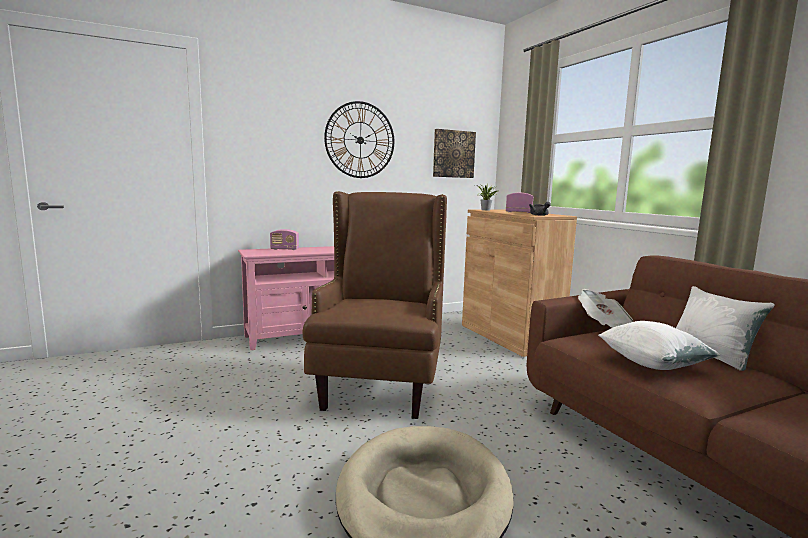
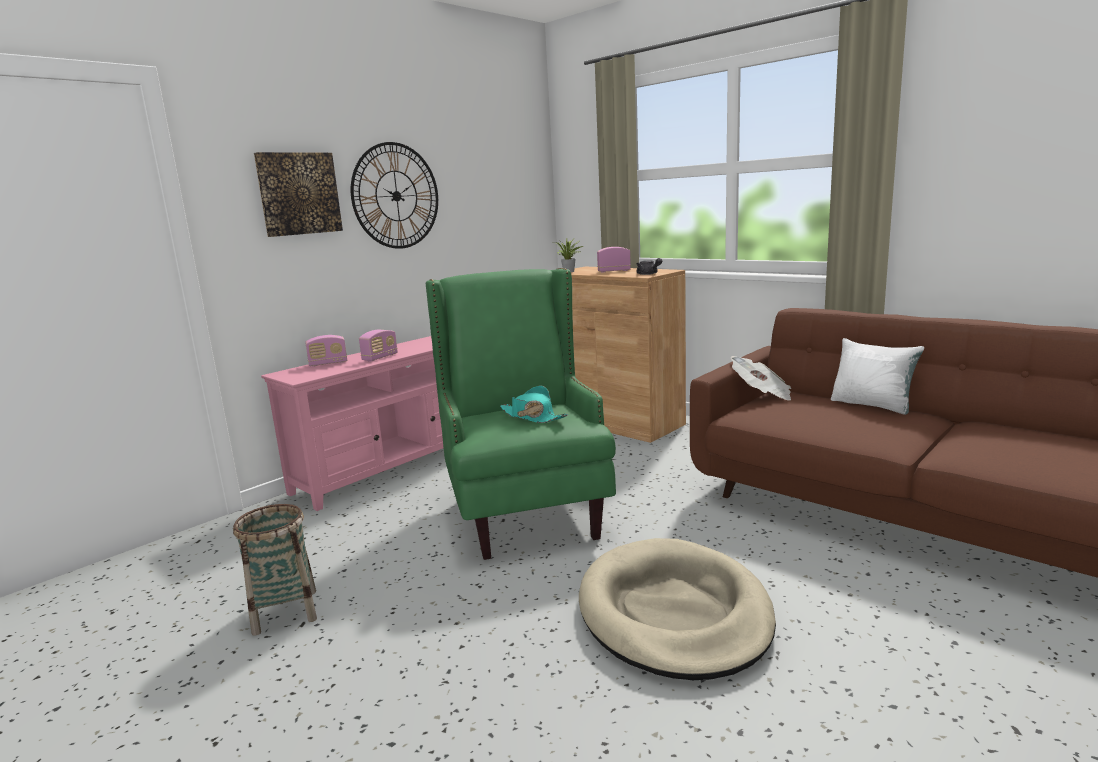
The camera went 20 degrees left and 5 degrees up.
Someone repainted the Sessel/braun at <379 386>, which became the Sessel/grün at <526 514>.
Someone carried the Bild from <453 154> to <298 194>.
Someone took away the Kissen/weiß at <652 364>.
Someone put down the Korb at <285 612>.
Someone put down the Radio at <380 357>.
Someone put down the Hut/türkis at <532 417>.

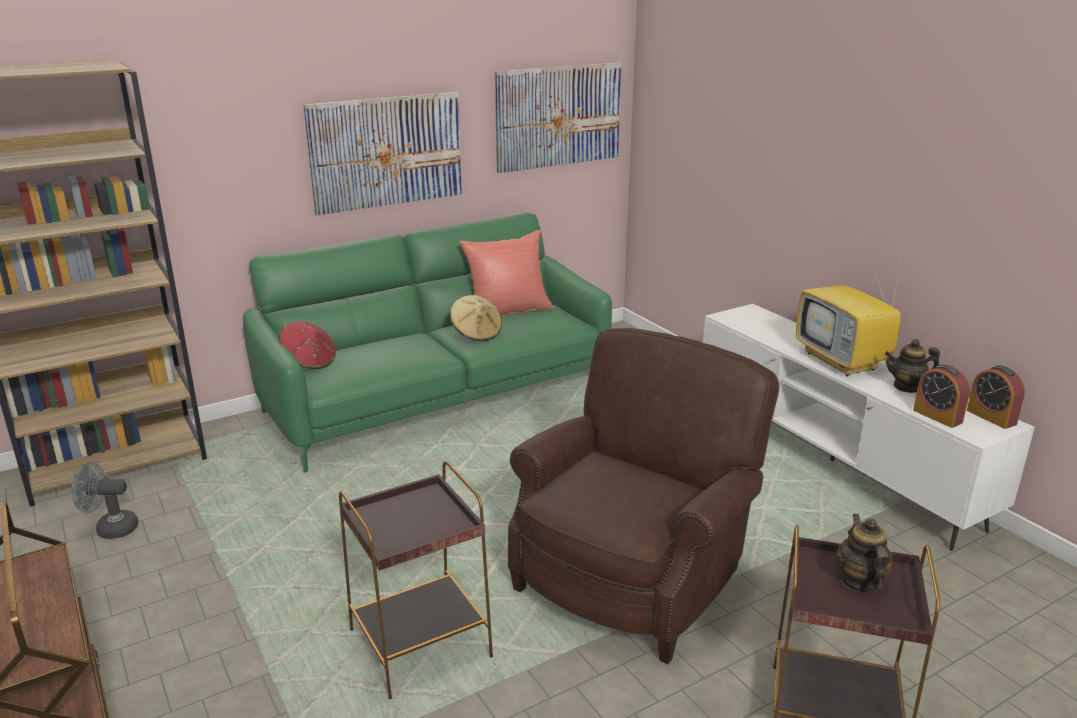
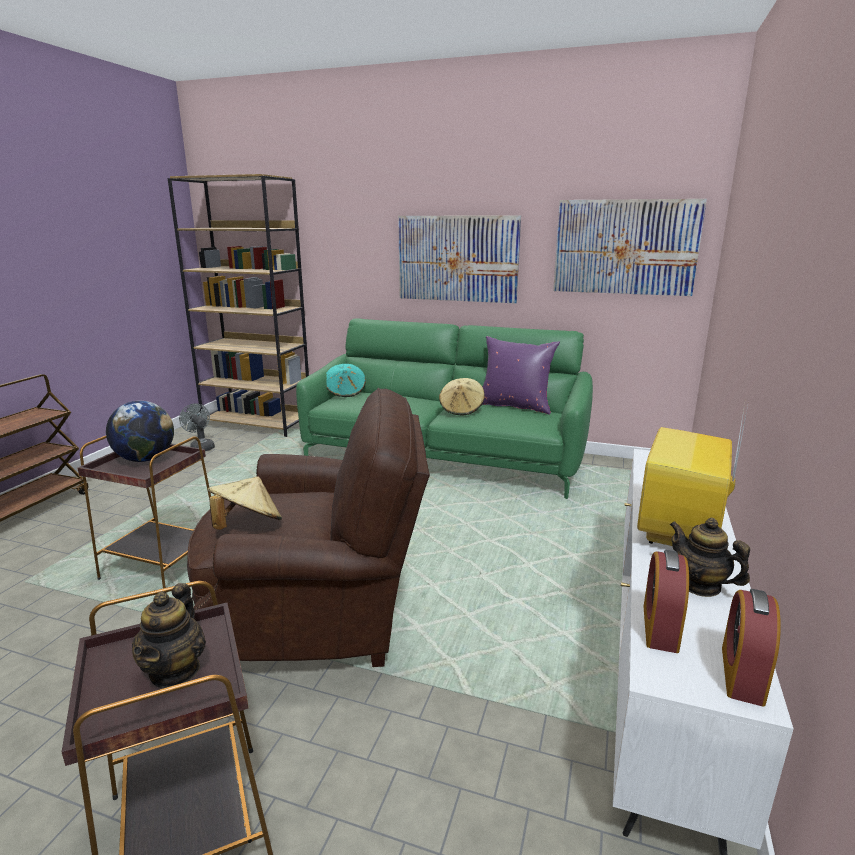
The camera went 50 degrees right and 5 degrees down.
Someone repainted the Hut/rot at <309 362>, which became the Hut/türkis at <345 392>.
Someone repainted the Kissen/rot at <507 312>, which became the Kissen/lila at <514 406>.
Someone rotated the Teekanne at <859 581> by 135 degrees clockwise.
Someone put down the Globus at <145 459>.
Someone put down the Hut/beige at <247 525>.

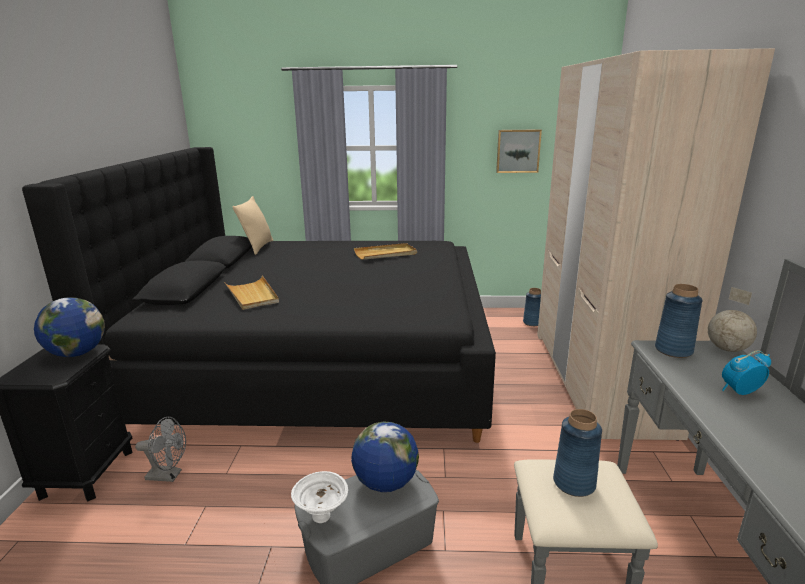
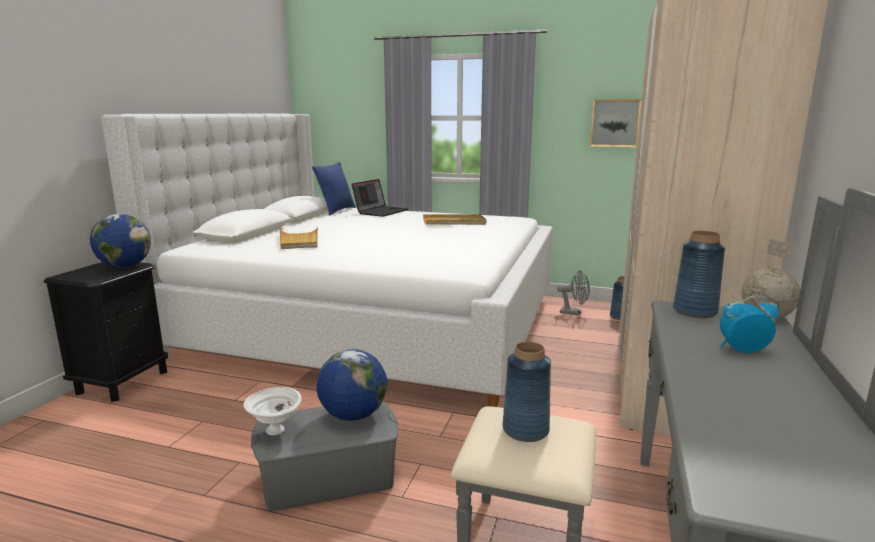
The camera went 15 degrees right and 5 degrees down.
Someone repainted the Bett/schwarz at <318 361>, which became the Bett/weiß at <371 324>.
Someone carried the Ventilator/grau from <169 475> to <574 313>.
Someone repainted the Kissen/beige at <257 247>, which became the Kissen/blau at <337 211>.
Someone put down the Laptop at <381 211>.

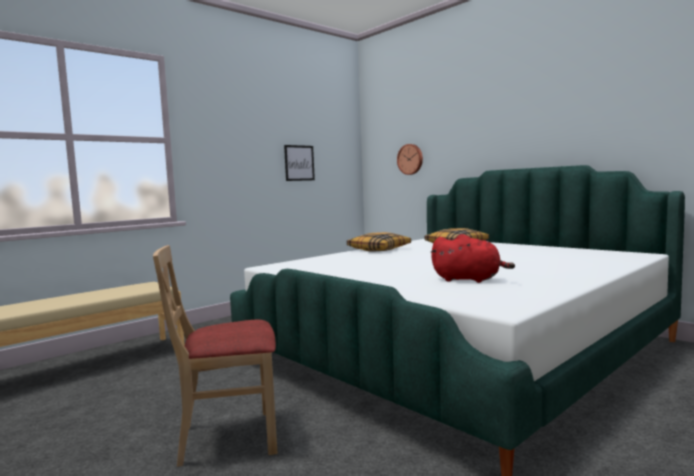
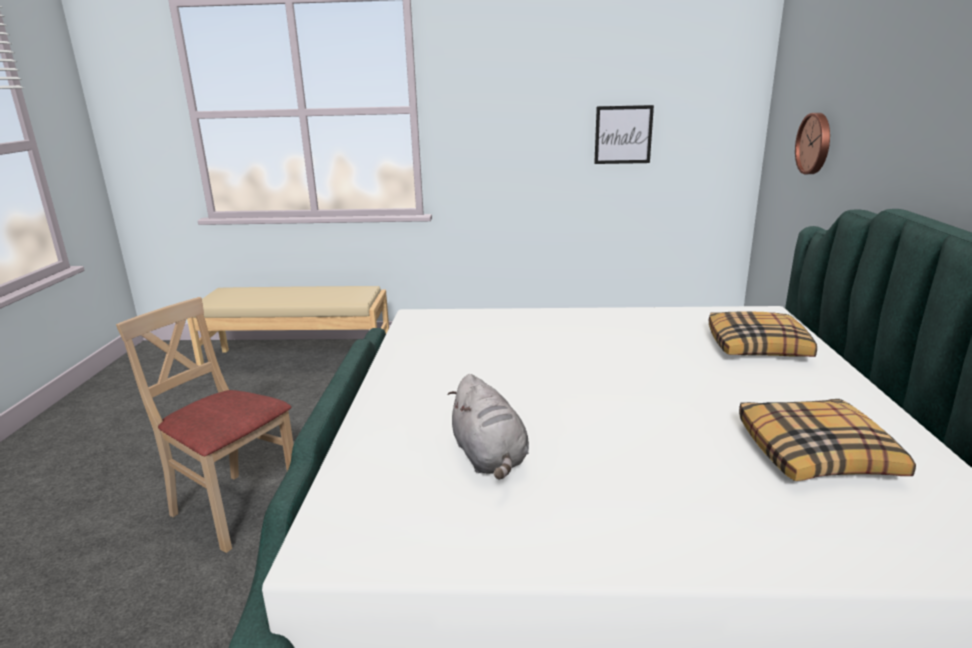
The camera went 45 degrees right and 15 degrees up.
Someone carried the Kissen from <379 249> to <817 454>.
Someone repainted the Plüschtier/rot at <469 280>, which became the Plüschtier/grau at <490 458>.

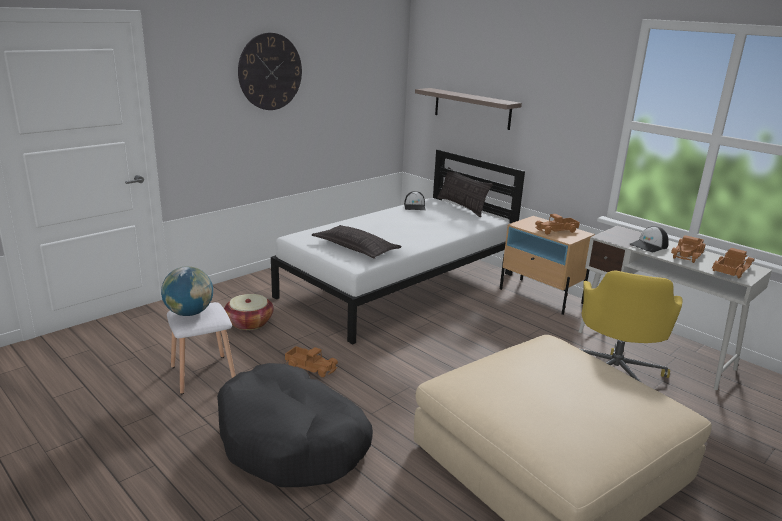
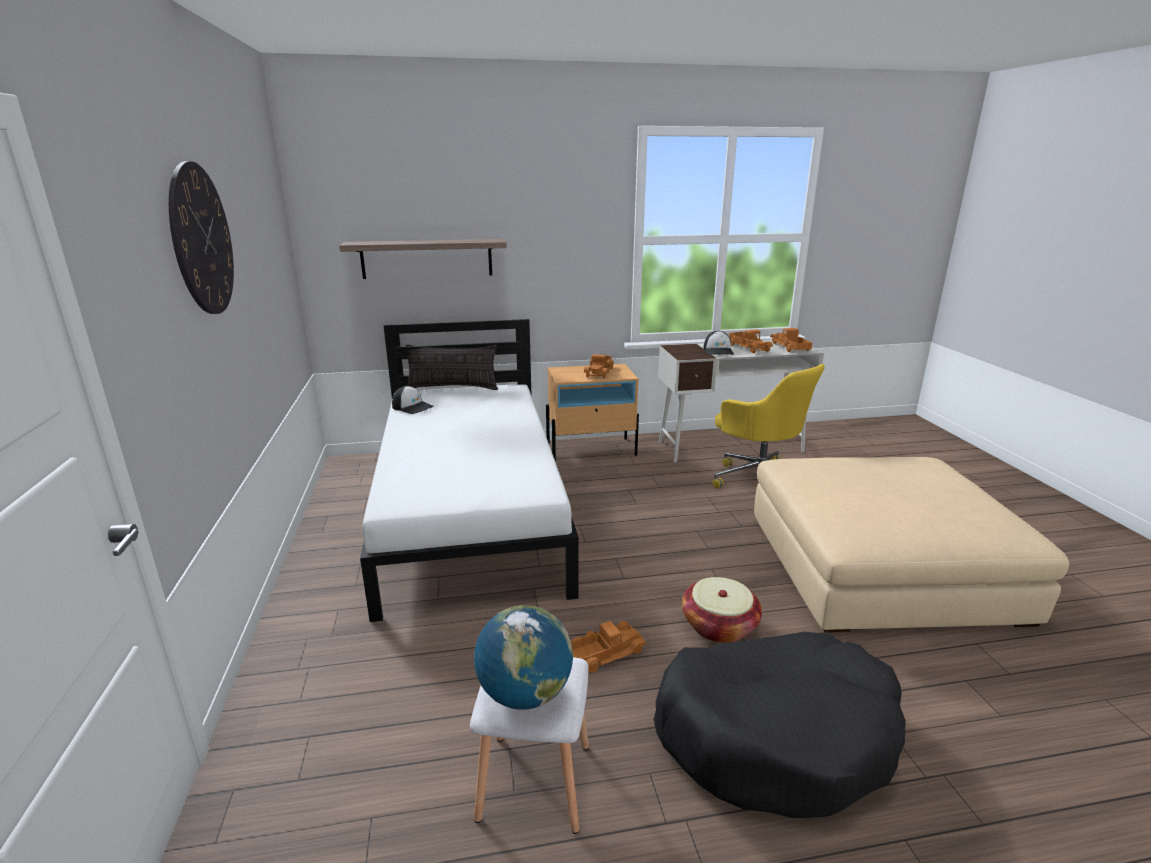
The camera went 55 degrees left and 0 degrees up.
Someone carried the Korb from <249 323> to <719 626>.
Someone took away the Kissen at <356 248>.

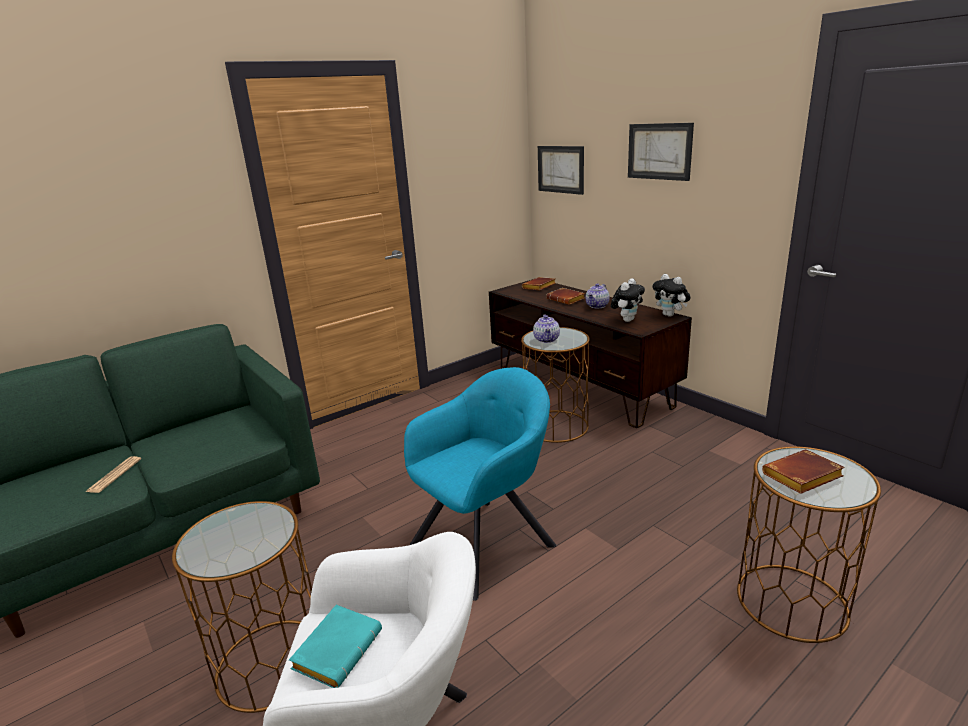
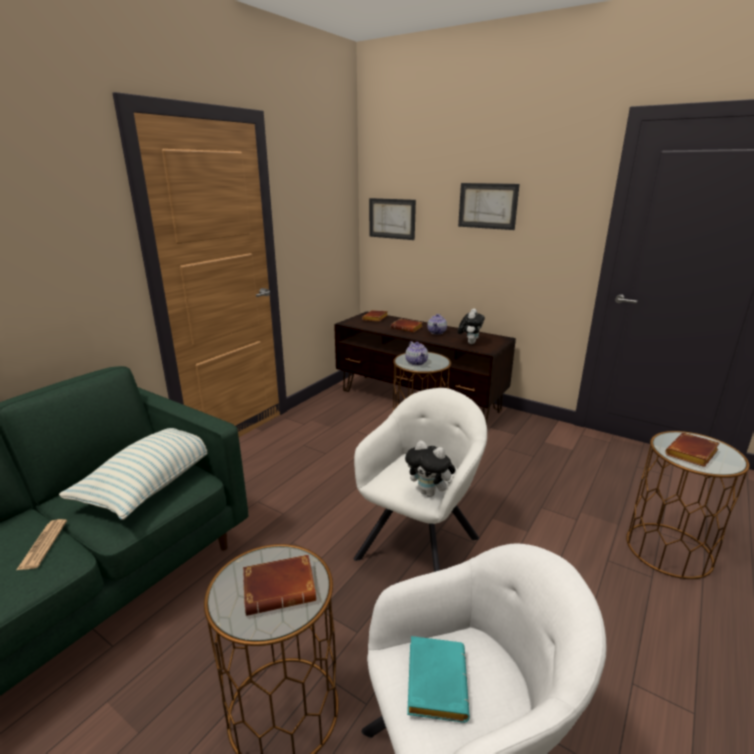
The camera went 20 degrees left and 0 degrees up.
Someone repainted the Sessel/türkis at <487 541>, which became the Sessel/weiß at <420 544>.
Someone carried the Plüschtier from <670 315> to <430 493>.
Someone put down the Kissen at <155 483>.
Someone put down the Buch/braun at <281 588>.

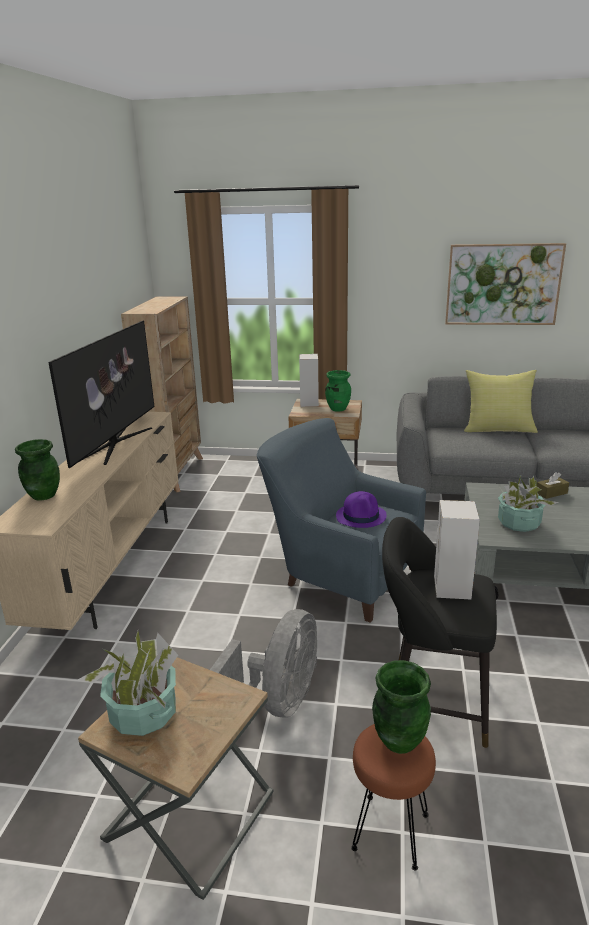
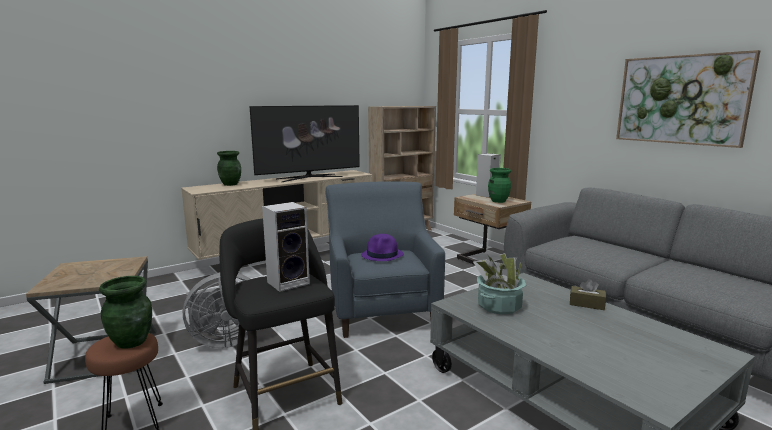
The camera went 45 degrees right and 10 degrees down.
Someone took away the Topfpflanze at <144 713>.
Someone took away the Kissen/gelb at <498 429>.

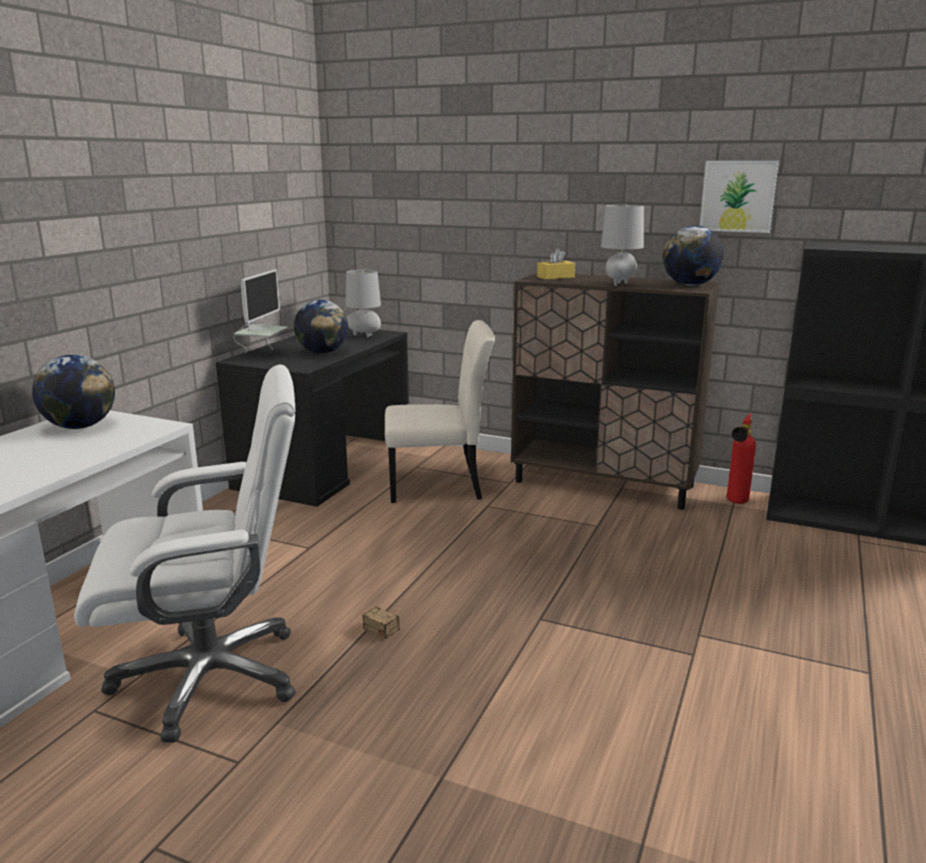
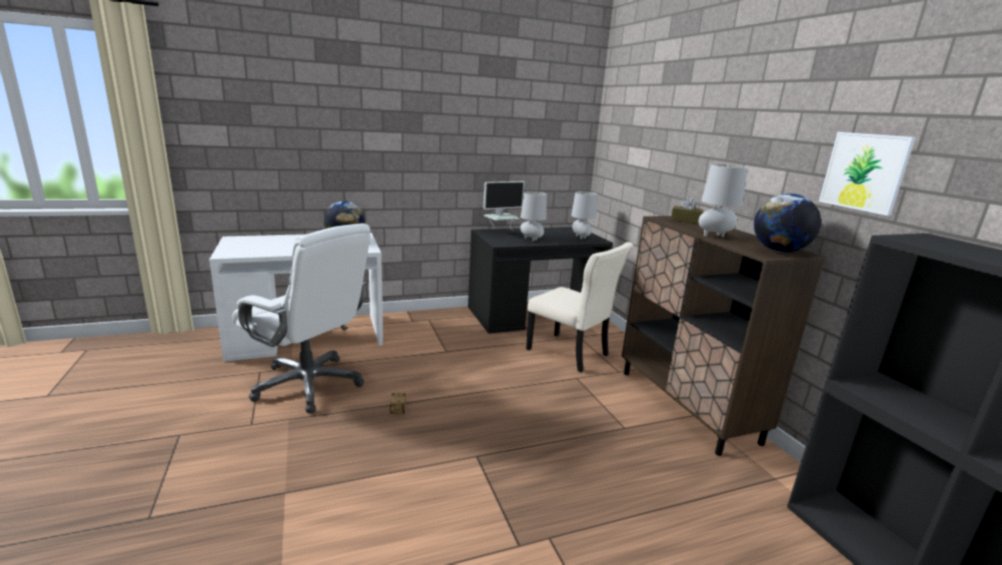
The camera went 45 degrees right and 0 degrees up.
Someone swapped the Globus at <322 352> for the Tischlampe/grau at <531 239>.
Someone repainted the Taschentuchbox/gelb at <555 277>, which became the Taschentuchbox/braun at <685 220>.
Someone took away the Feuerlöscher at <735 503>.

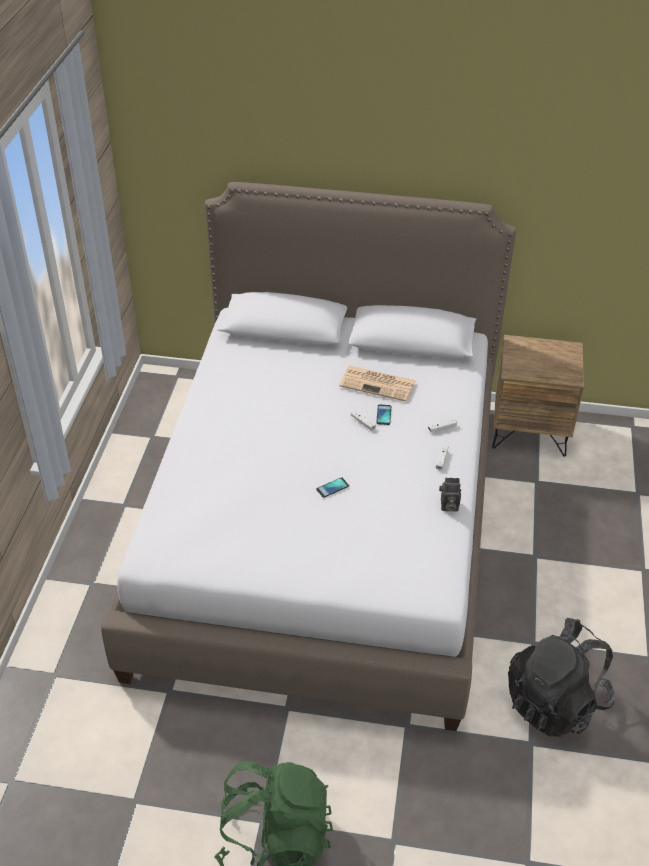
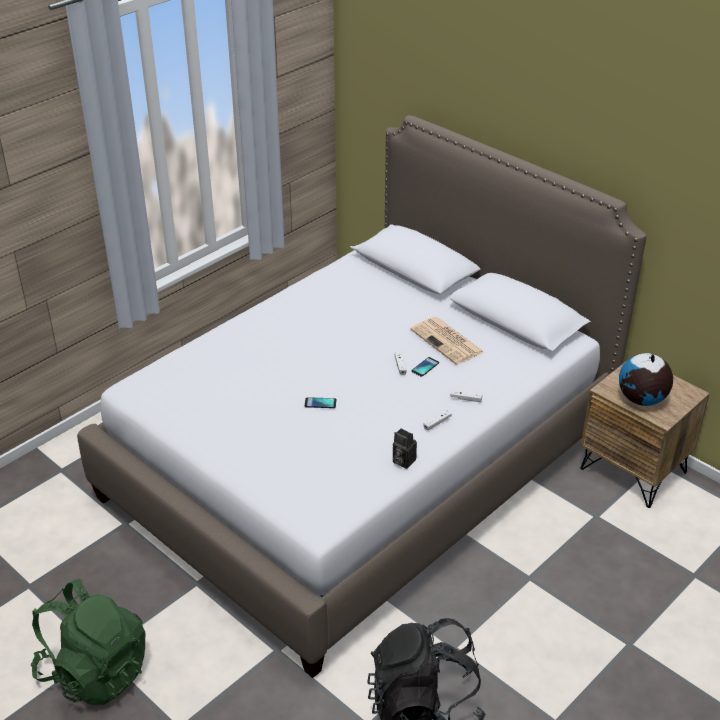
The camera went 35 degrees right and 5 degrees down.
Someone put down the Globus at <641 399>.

